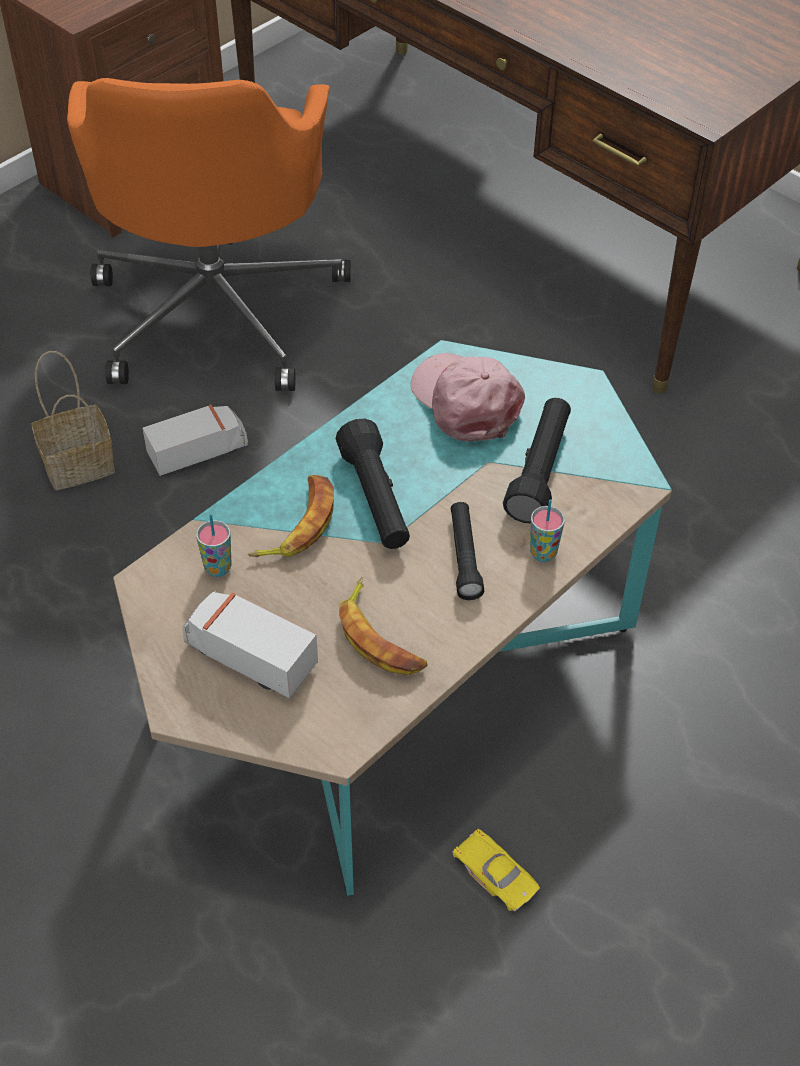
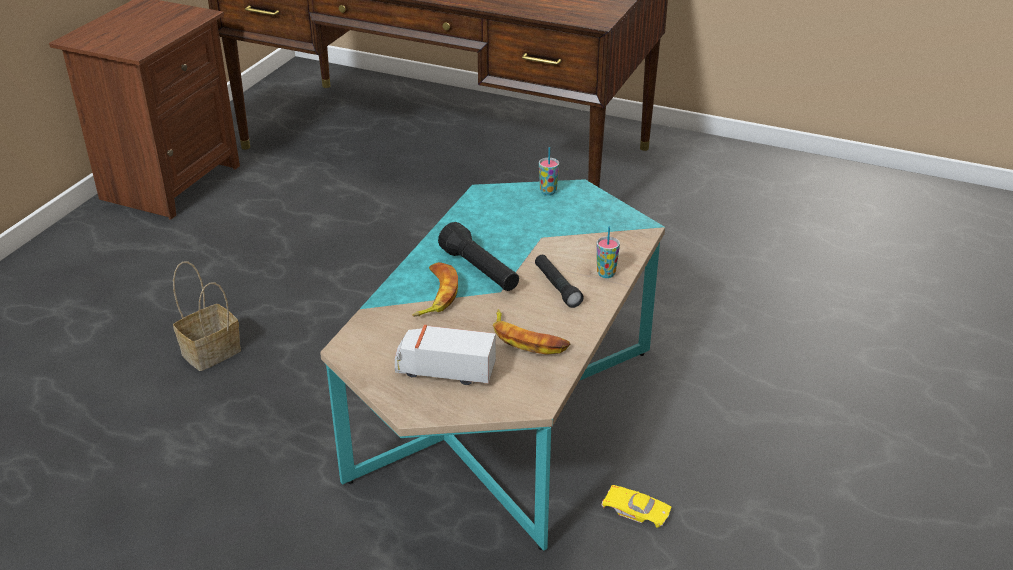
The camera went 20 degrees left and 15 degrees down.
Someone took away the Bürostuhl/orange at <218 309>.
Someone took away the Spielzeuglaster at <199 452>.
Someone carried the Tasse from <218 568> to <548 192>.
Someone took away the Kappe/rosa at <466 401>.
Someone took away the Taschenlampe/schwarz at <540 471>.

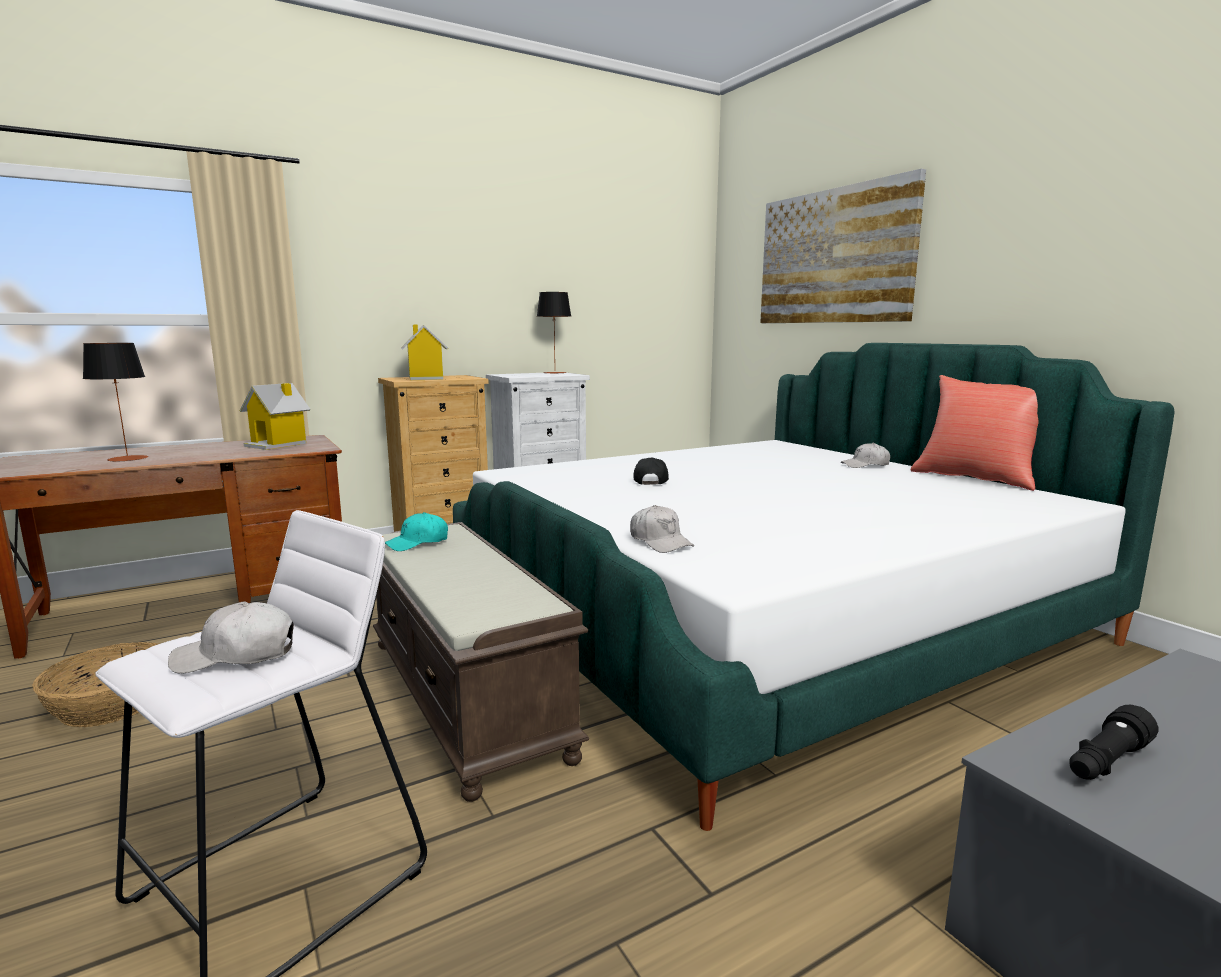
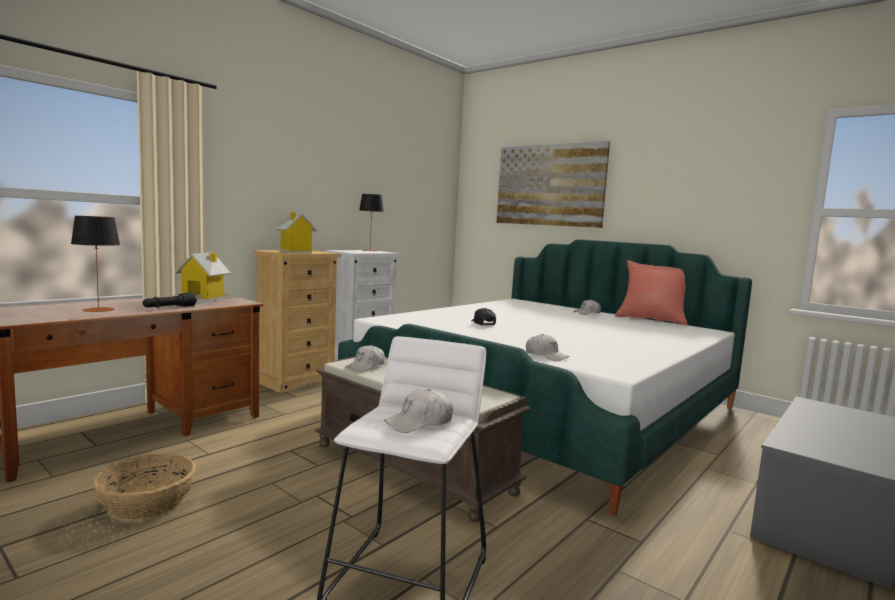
The camera went 20 degrees left and 5 degrees down.
Someone repainted the Kappe/türkis at <418 543>, which became the Kappe/weiß at <366 366>.
Someone carried the Taschenlampe/schwarz from <1106 762> to <169 308>.

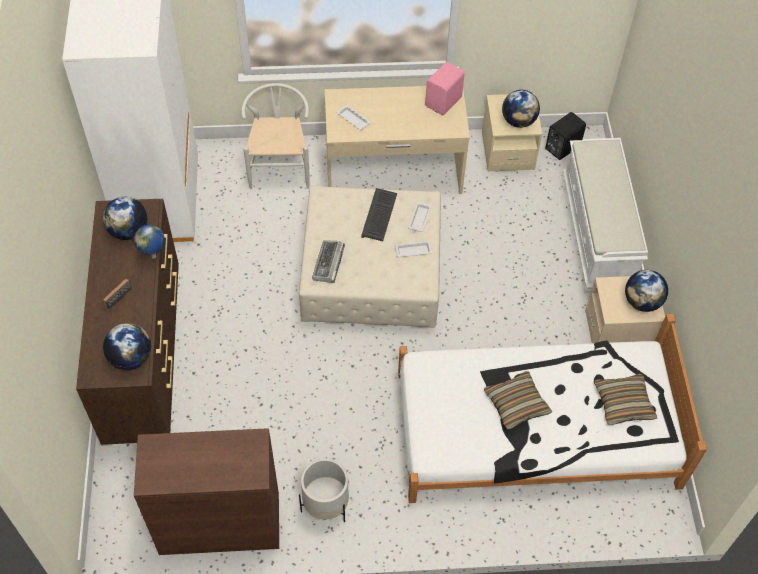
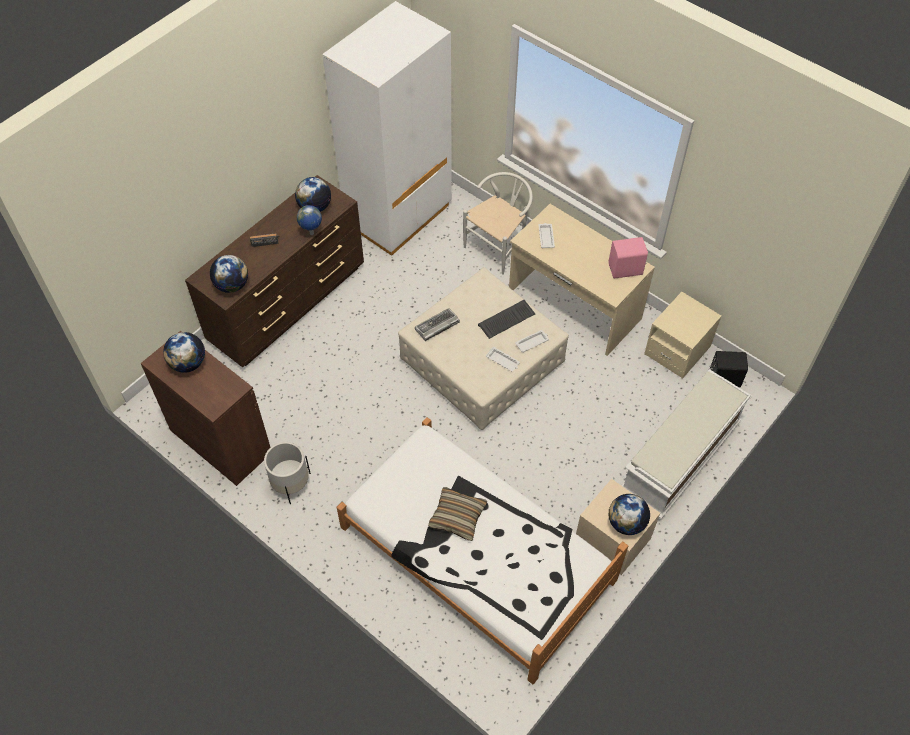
The camera went 45 degrees right and 0 degrees up.
Someone carried the Globus from <518 121> to <188 363>.
Someone took away the Kissen at <623 403>.

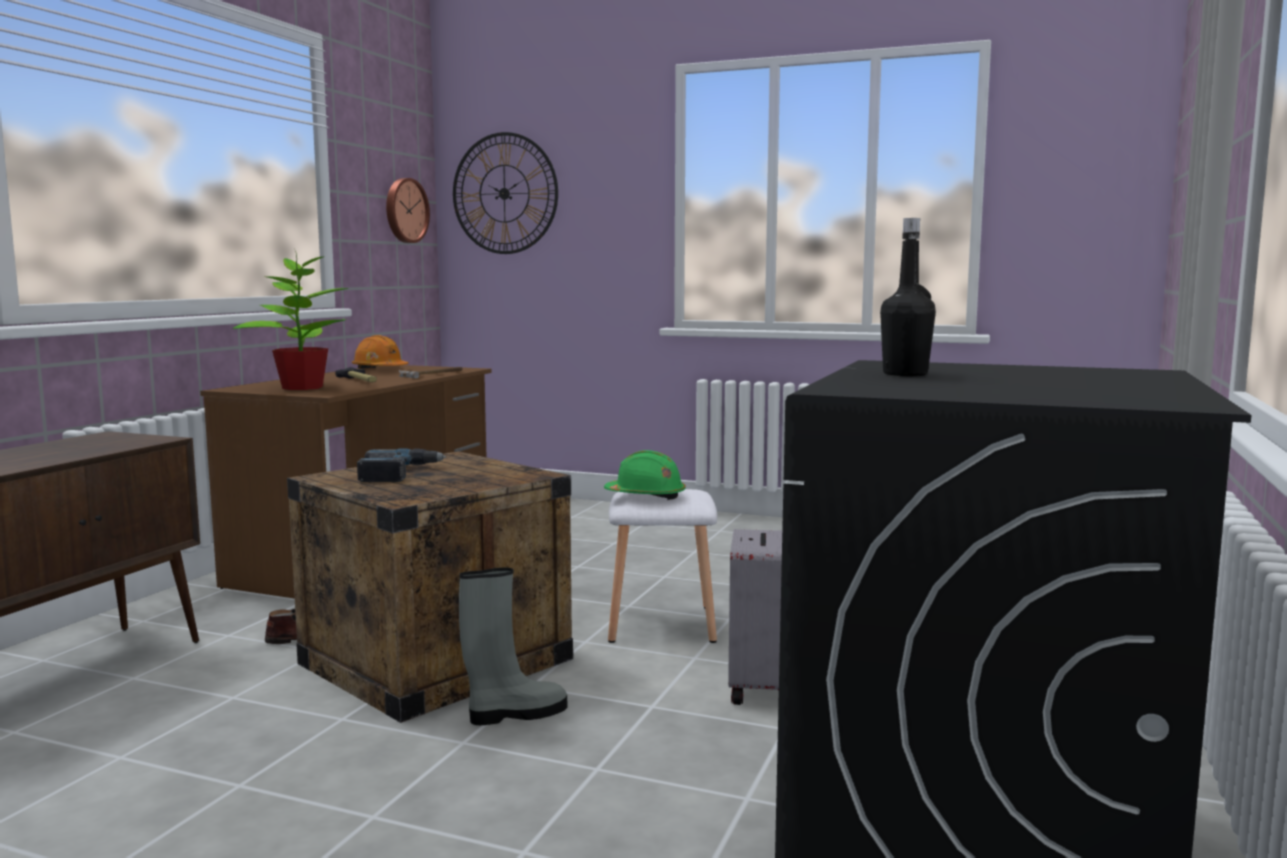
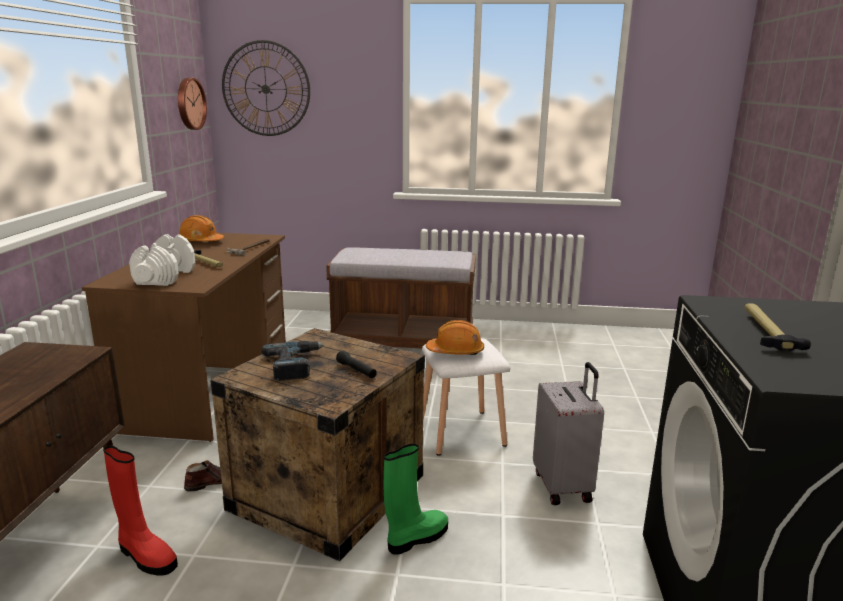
The camera went 15 degrees left and 10 degrees up.
Someone swapped the Topfpflanze at <301 387> for the Hantel/weiß at <165 277>.
Someone repainted the Stiefel/grau at <515 714>, which became the Stiefel/grün at <416 538>.
Someone repainted the Schutzhelm/grün at <646 496>, which became the Schutzhelm/orange at <455 351>.
Someone swapped the Flasche/schwarz at <905 374> for the Hammer at <765 332>.
Someone put down the Stiefel/rot at <145 556>.
Someone put down the Bank/braun at <403 336>.
Someone put down the Taschenlampe/schwarz at <356 370>.

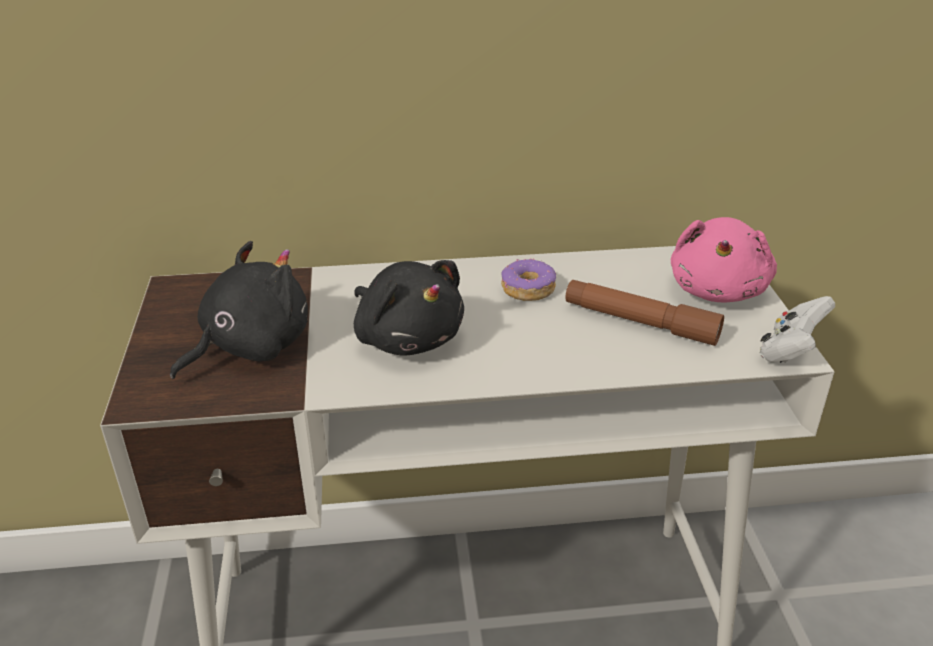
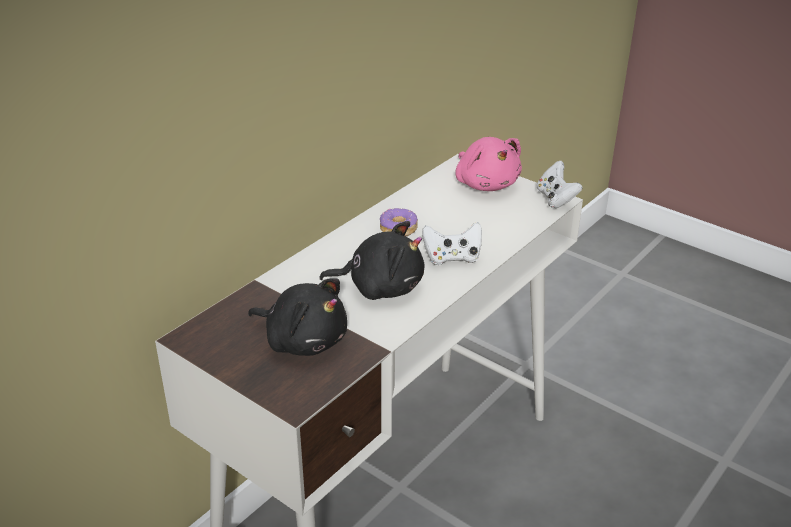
The camera went 45 degrees left and 0 degrees up.
Someone rotated the Plüschtier/schwarz at <250 346> by 120 degrees clockwise.
Someone took away the Taschenlampe/braun at <640 322>.
Someone put down the Gamepad/weiß at <452 258>.

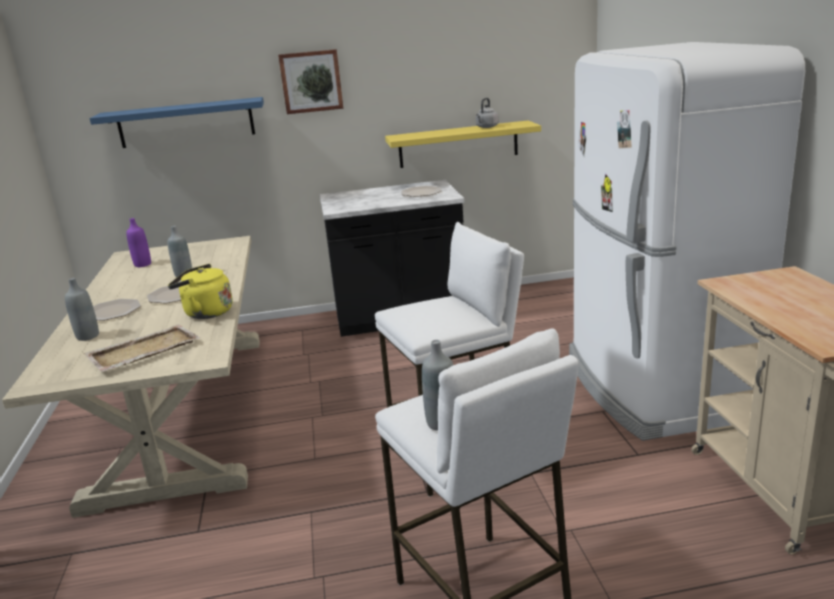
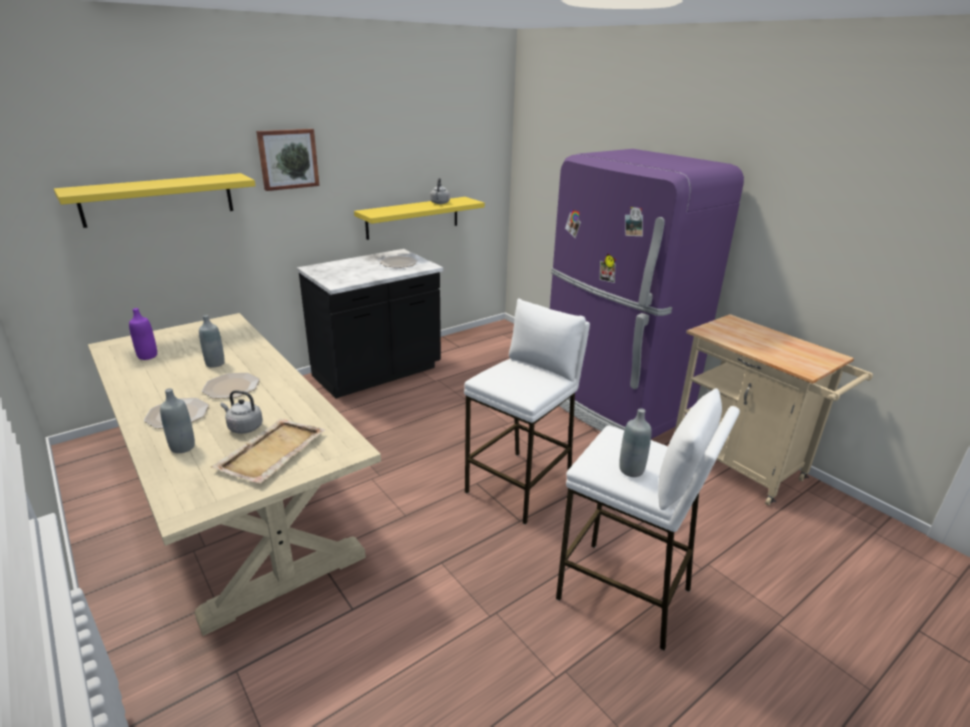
The camera went 30 degrees left and 5 degrees up.
Someone repainted the Wandregal/blau at <186 122>, which became the Wandregal/gelb at <158 199>.
Someone took away the Wasserkessel/gelb at <205 313>.
Someone repainted the Kühlschrank/weiß at <653 387>, which became the Kühlschrank/lila at <612 405>.
Someone put down the Wasserkessel/grau at <244 427>.

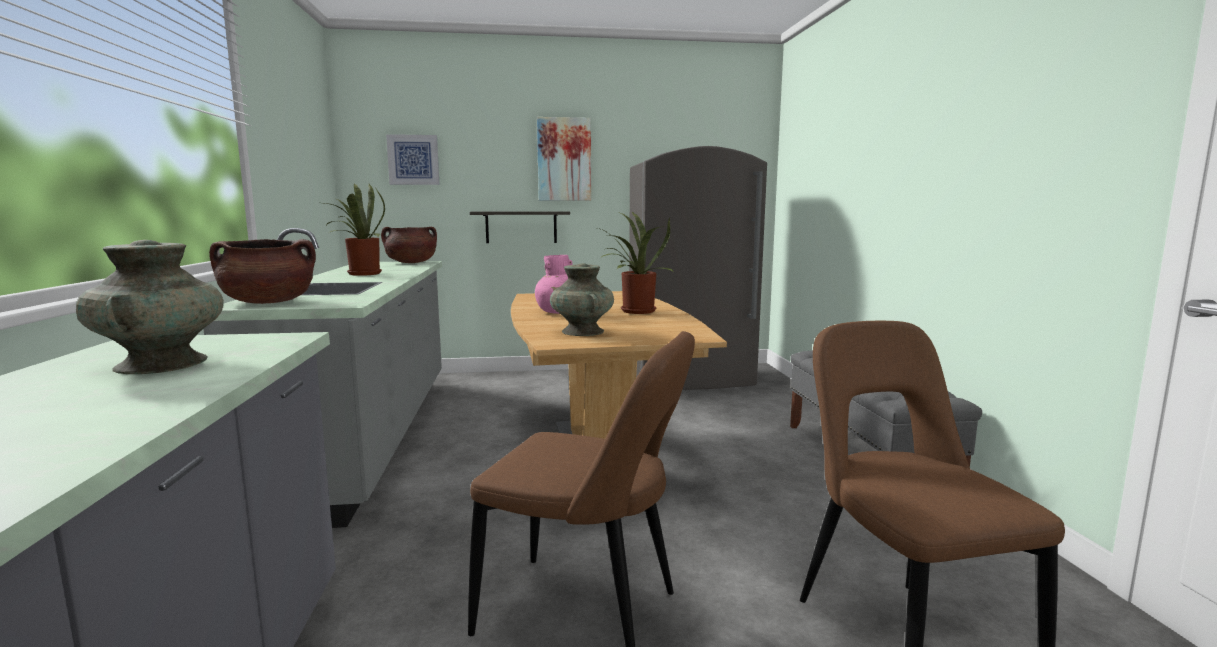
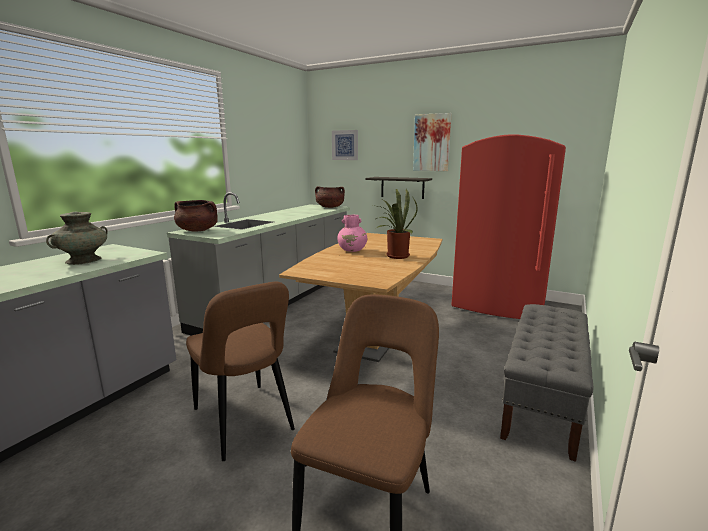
The camera went 35 degrees right and 5 degrees up.
Someone took away the Topfpflanze at <360 274>.
Someone took away the Vase/türkis at <583 331>.
Someone repainted the Kühlschrank/grau at <690 378>, which became the Kühlschrank/rot at <499 305>.

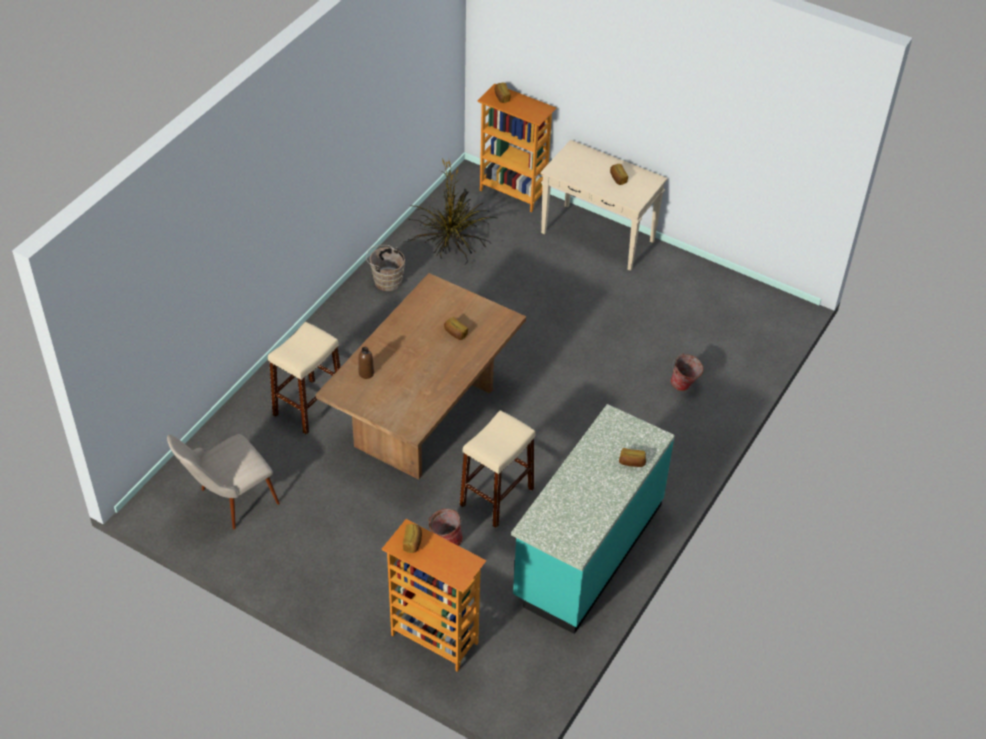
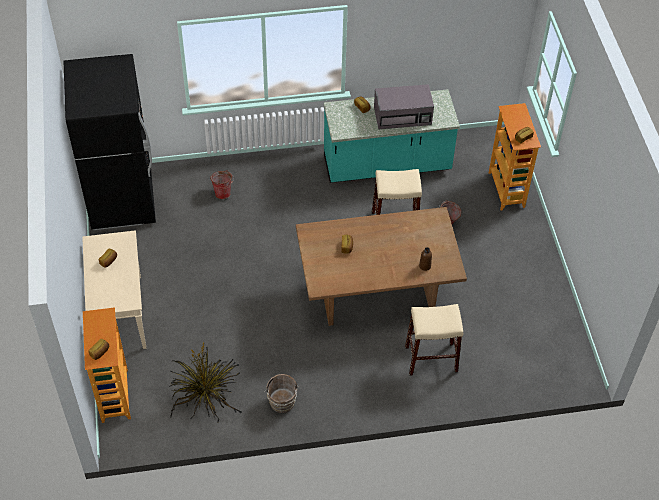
The camera went 130 degrees left and 5 degrees up.
Someone took away the Stuhl/beige at <228 503>.
Someone put down the Kühlschrank/schwarz at <122 199>.
Someone put down the Mikrowelle/grau at <403 115>.

